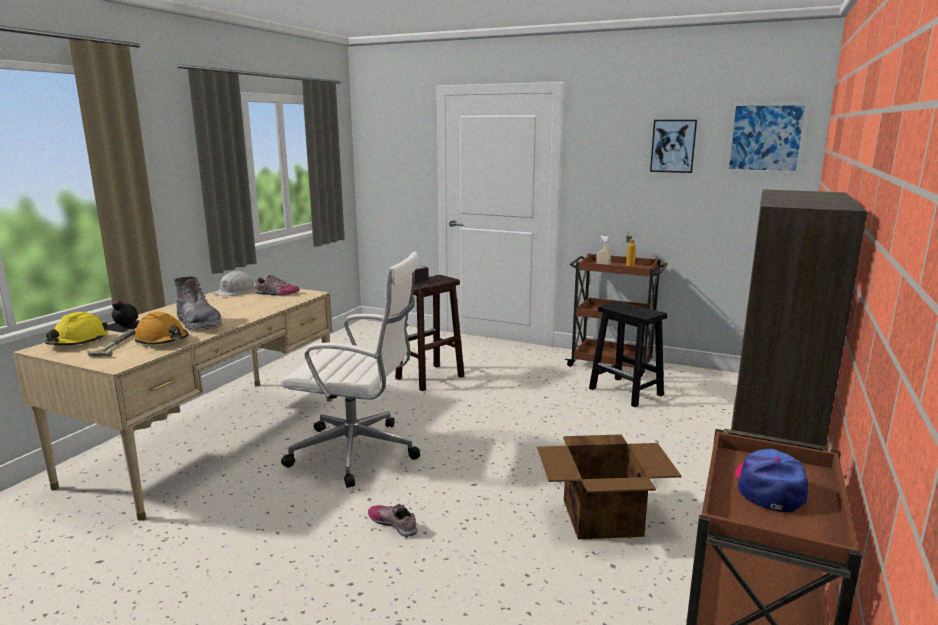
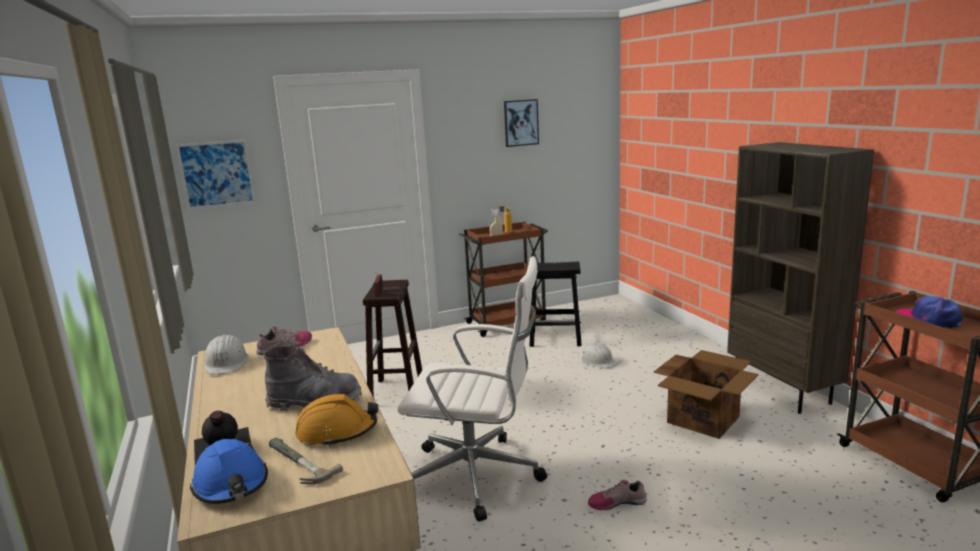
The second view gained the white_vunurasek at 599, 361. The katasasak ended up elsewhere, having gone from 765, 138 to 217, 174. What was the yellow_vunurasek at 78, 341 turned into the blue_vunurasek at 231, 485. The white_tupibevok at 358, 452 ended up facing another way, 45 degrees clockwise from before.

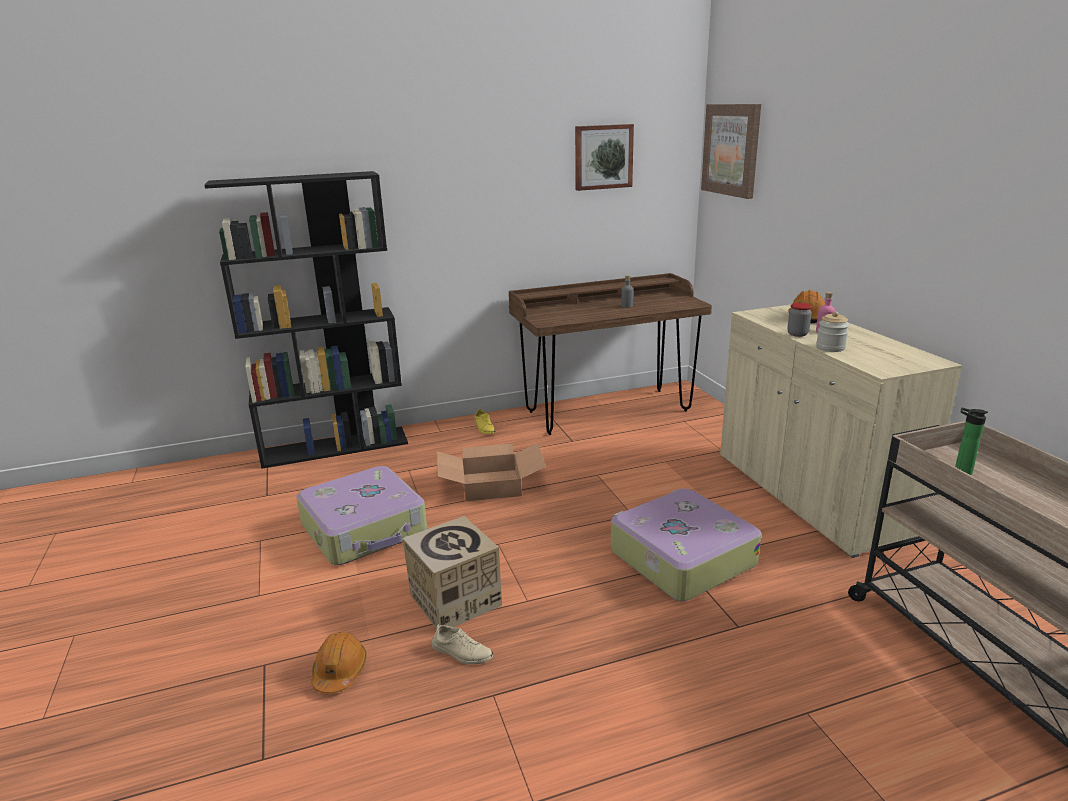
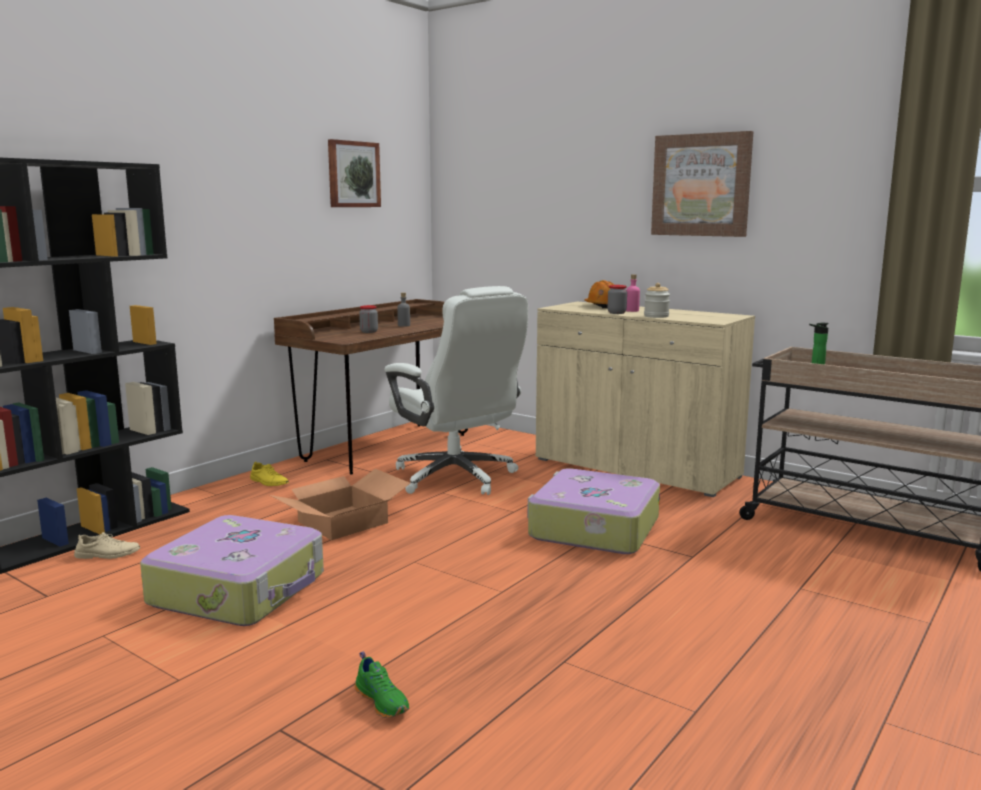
The second view lost the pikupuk at 455, 600. The second view gained the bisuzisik at 369, 332. The second view gained the white_tupibevok at 456, 478. The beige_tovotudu ended up elsewhere, having gone from 461, 652 to 107, 554. The katasasak ended up elsewhere, having gone from 731, 150 to 701, 185. Where the orange_vunurasek stood at 340, 671, the green_tovotudu came to stand at 383, 701.

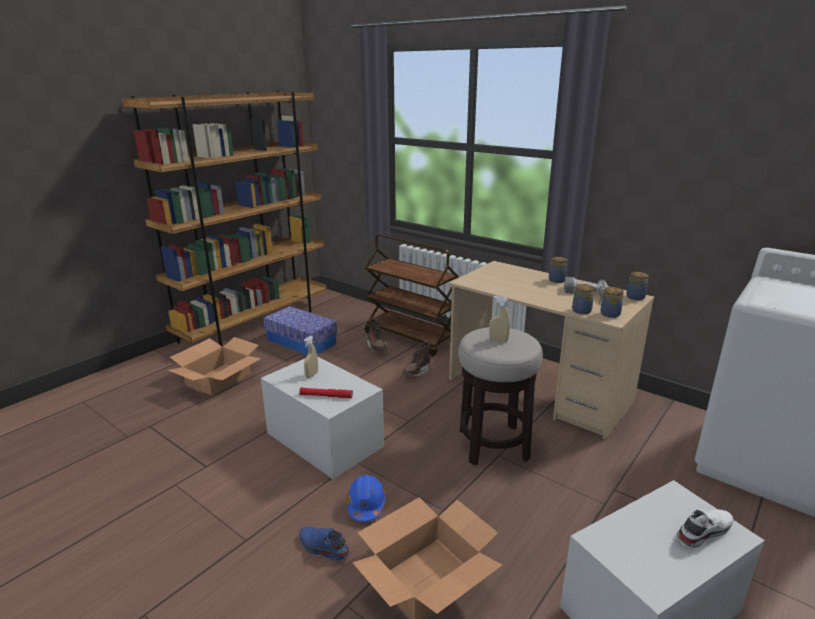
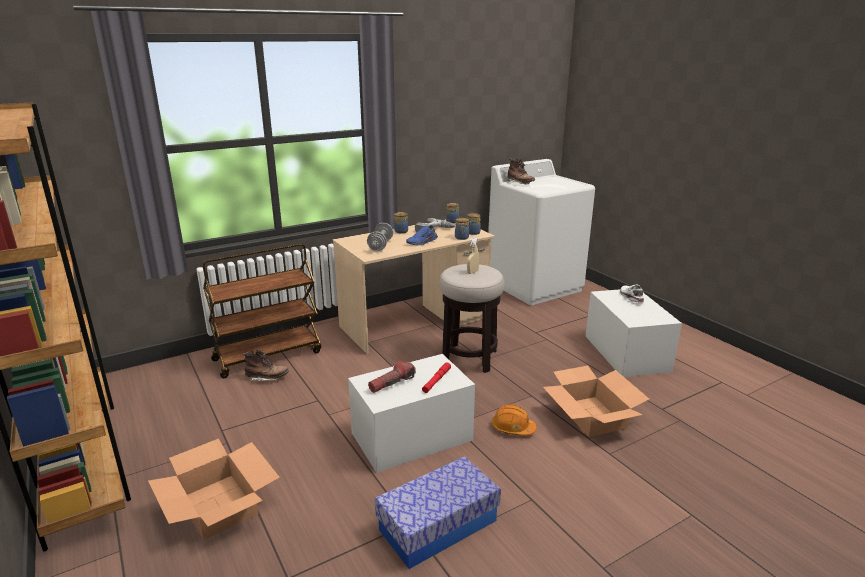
The second view gained the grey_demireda at 380, 245. The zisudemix ended up elsewhere, having gone from 301, 342 to 438, 525. The blue_tovotudu ended up elsewhere, having gone from 323, 548 to 422, 242. The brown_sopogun ended up elsewhere, having gone from 416, 372 to 520, 184. Where the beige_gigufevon stood at 312, 375, the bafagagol came to stand at 392, 383. What was the blue_vunurasek at 366, 505 turned into the orange_vunurasek at 512, 428.

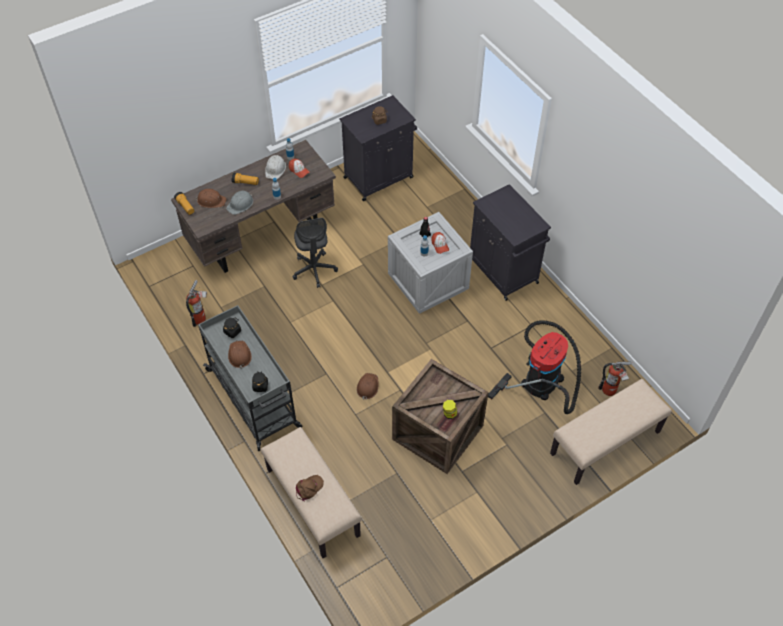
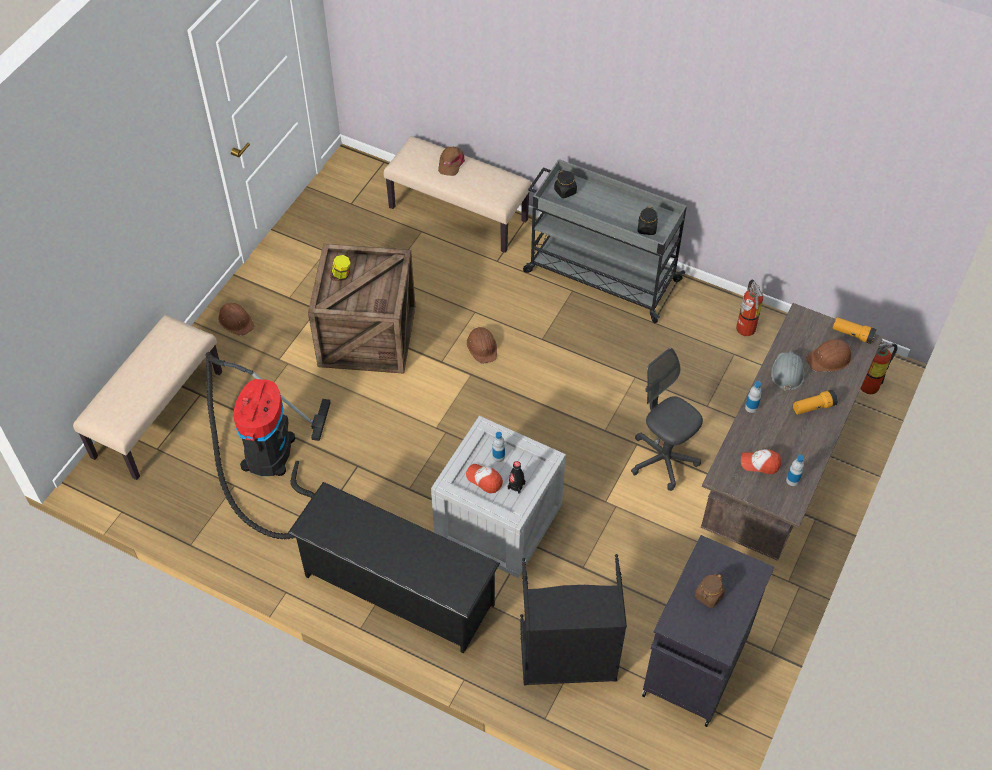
The second view lost the white_vunurasek at 275, 169. The second view gained the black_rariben at 568, 659. The brown_vunurasek ended up elsewhere, having gone from 239, 355 to 236, 321. The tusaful ended up elsewhere, having gone from 611, 391 to 865, 385. Where the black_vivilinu stood at 504, 272, the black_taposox came to stand at 398, 590.

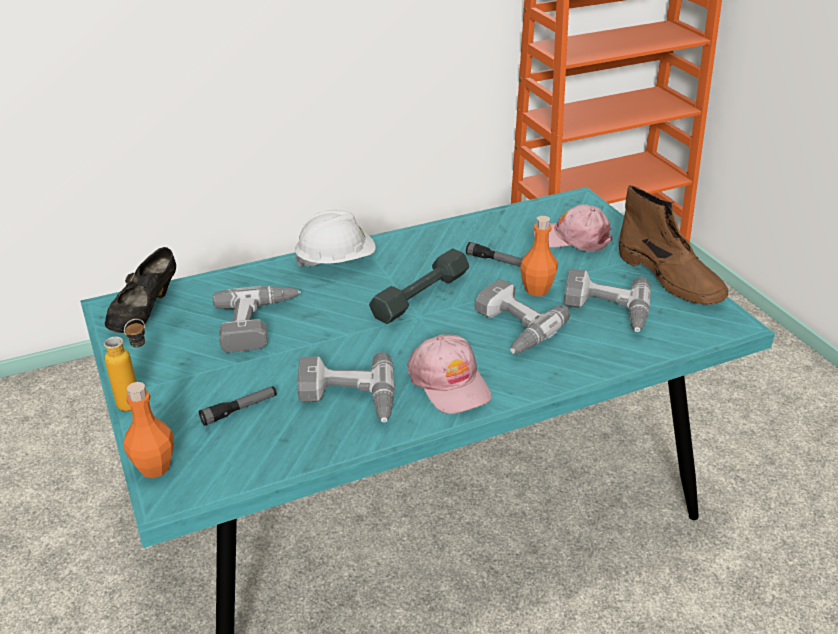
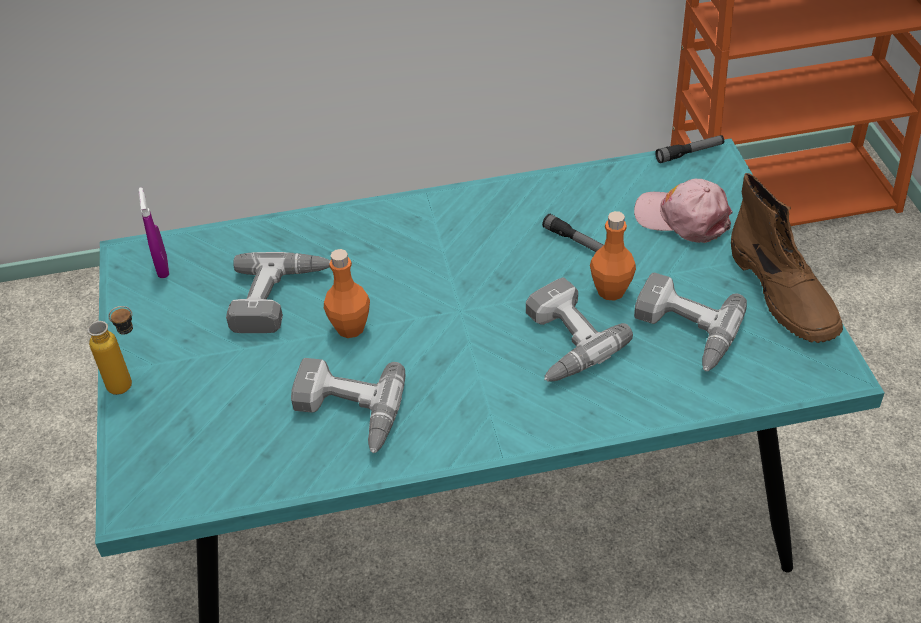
The second view lost the white_vunurasek at 336, 261. The second view lost the grey_demireda at 420, 295. The second view lost the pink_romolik at 449, 382. The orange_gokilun ended up elsewhere, having gone from 155, 467 to 350, 328. The bafagagol ended up elsewhere, having gone from 239, 410 to 689, 153. Where the black_tovotudu stood at 145, 313, the purple_gigufevon came to stand at 163, 267.

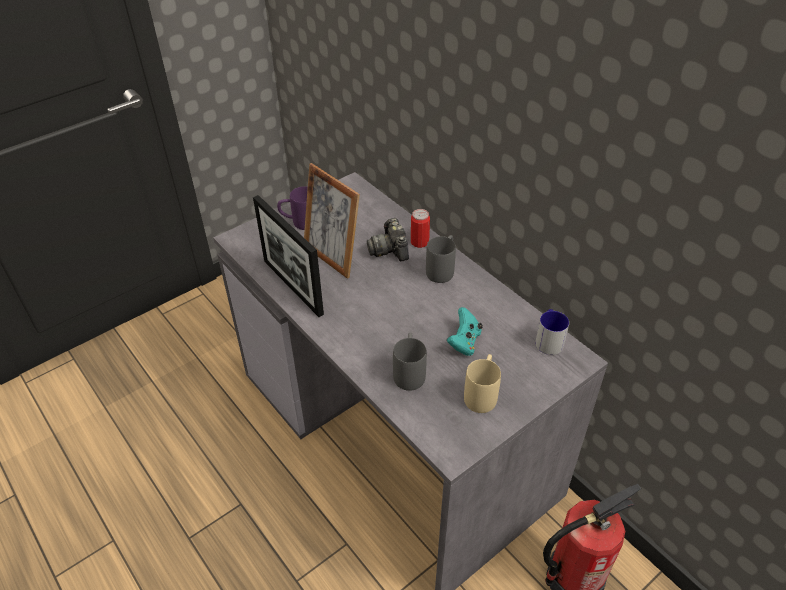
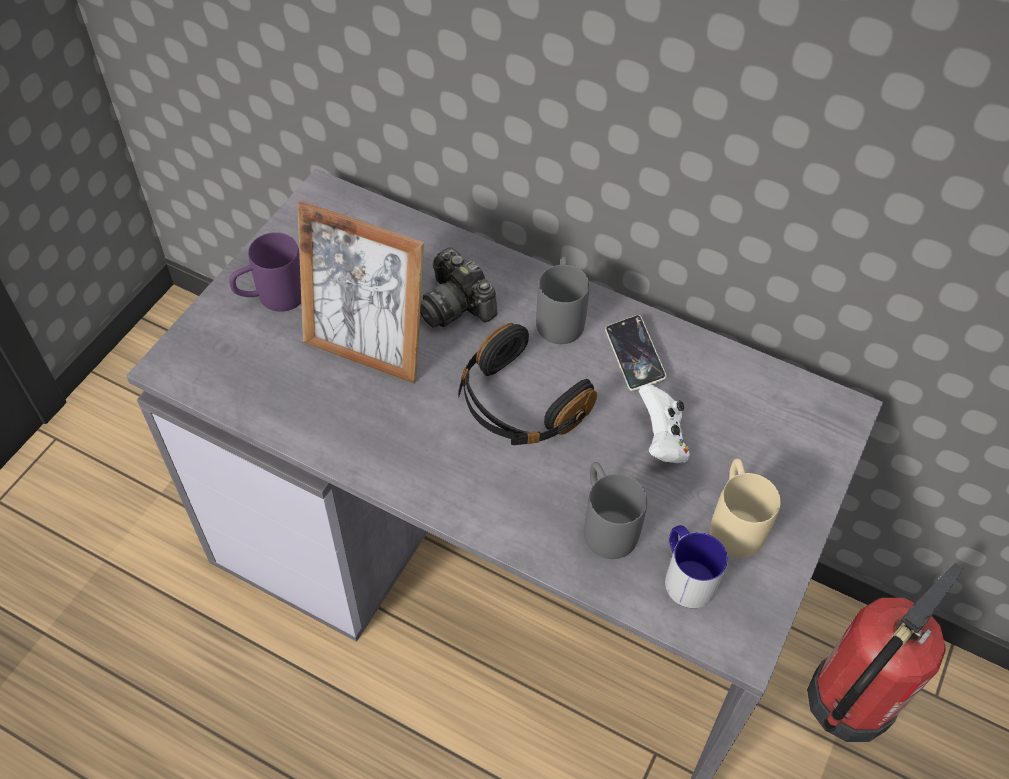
The second view lost the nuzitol at 293, 287. The second view lost the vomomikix at 419, 242. The second view gained the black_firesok at 519, 404. The second view gained the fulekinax at 634, 356. The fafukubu ended up elsewhere, having gone from 548, 340 to 685, 575. What was the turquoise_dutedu at 464, 342 turned into the white_dutedu at 662, 439.

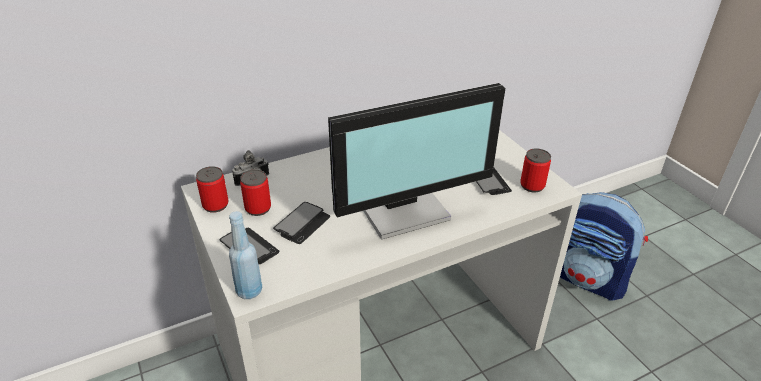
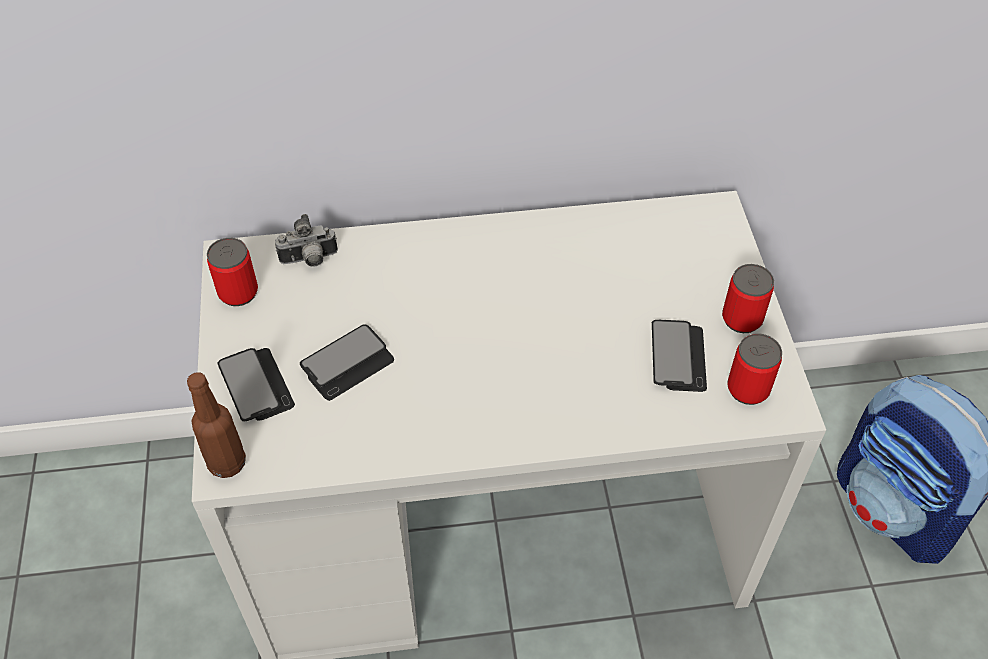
The second view lost the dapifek at 404, 209. The vomomikix ended up elsewhere, having gone from 258, 208 to 742, 319. What was the blue_gokilun at 249, 291 turned into the brown_gokilun at 227, 463.

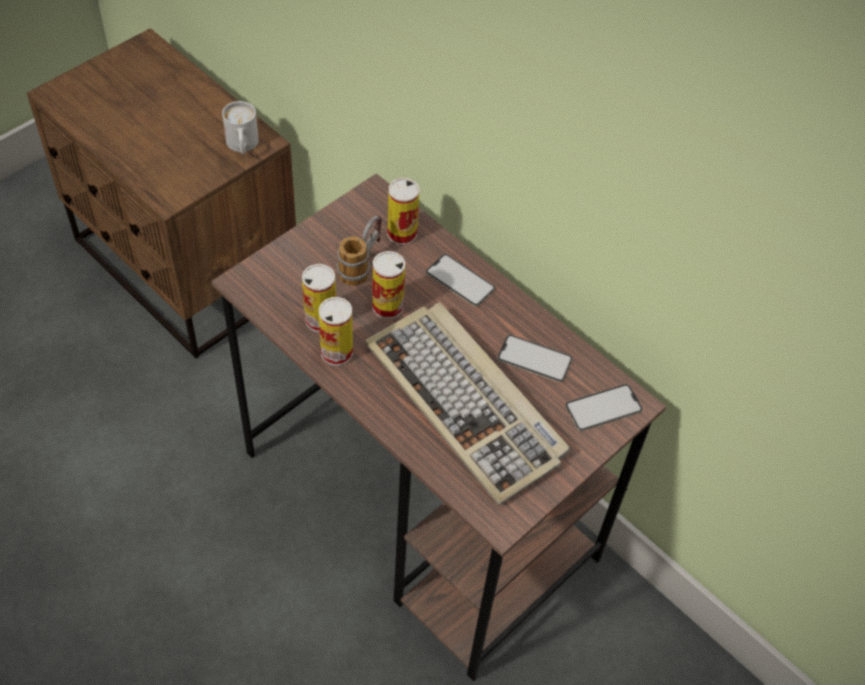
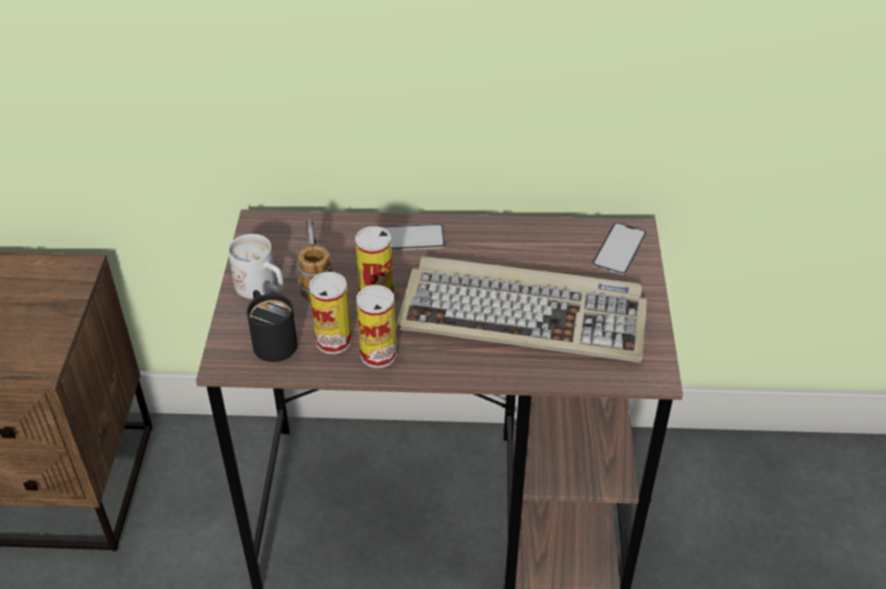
The second view lost the vomomikix at 402, 233. The second view lost the fulekinax at 534, 359. The second view gained the black_fafukubu at 271, 339. The white_fafukubu ended up elsewhere, having gone from 242, 146 to 262, 289.

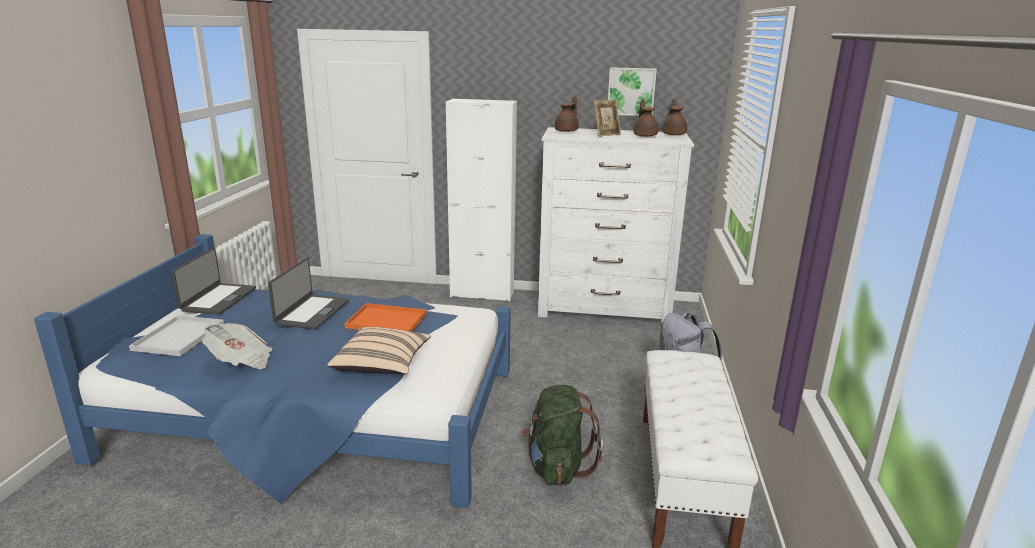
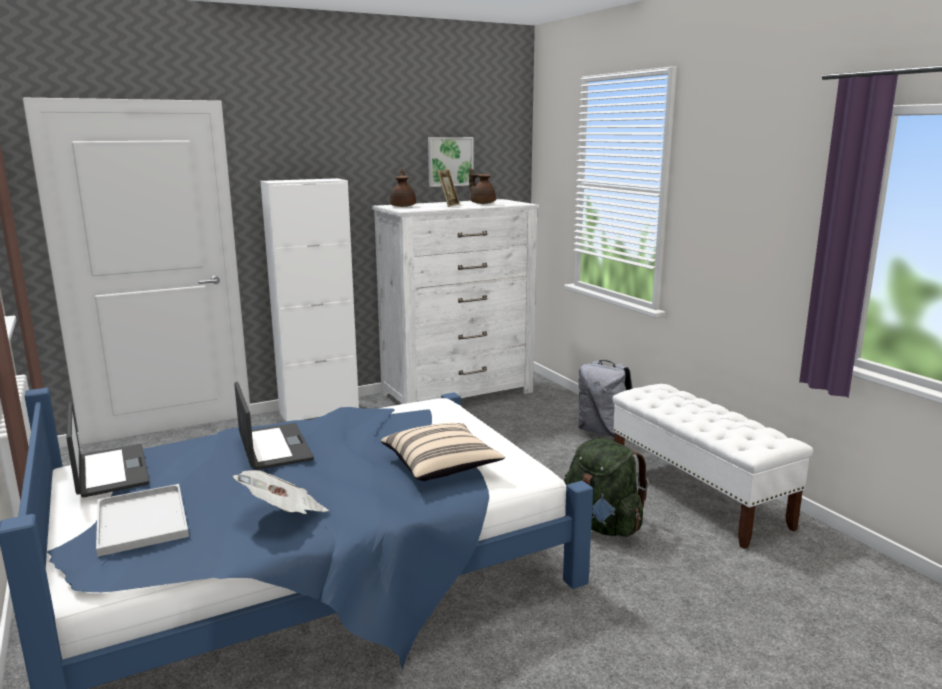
The second view lost the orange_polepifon at 388, 320. The second view lost the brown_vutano at 674, 134.

